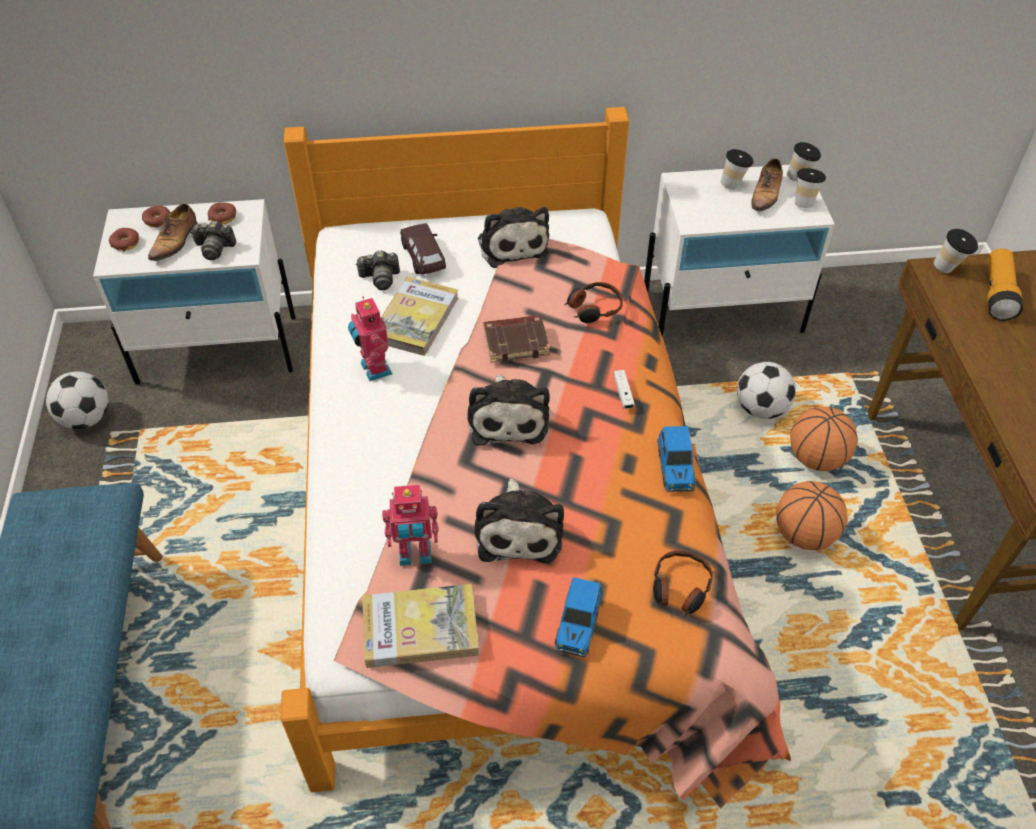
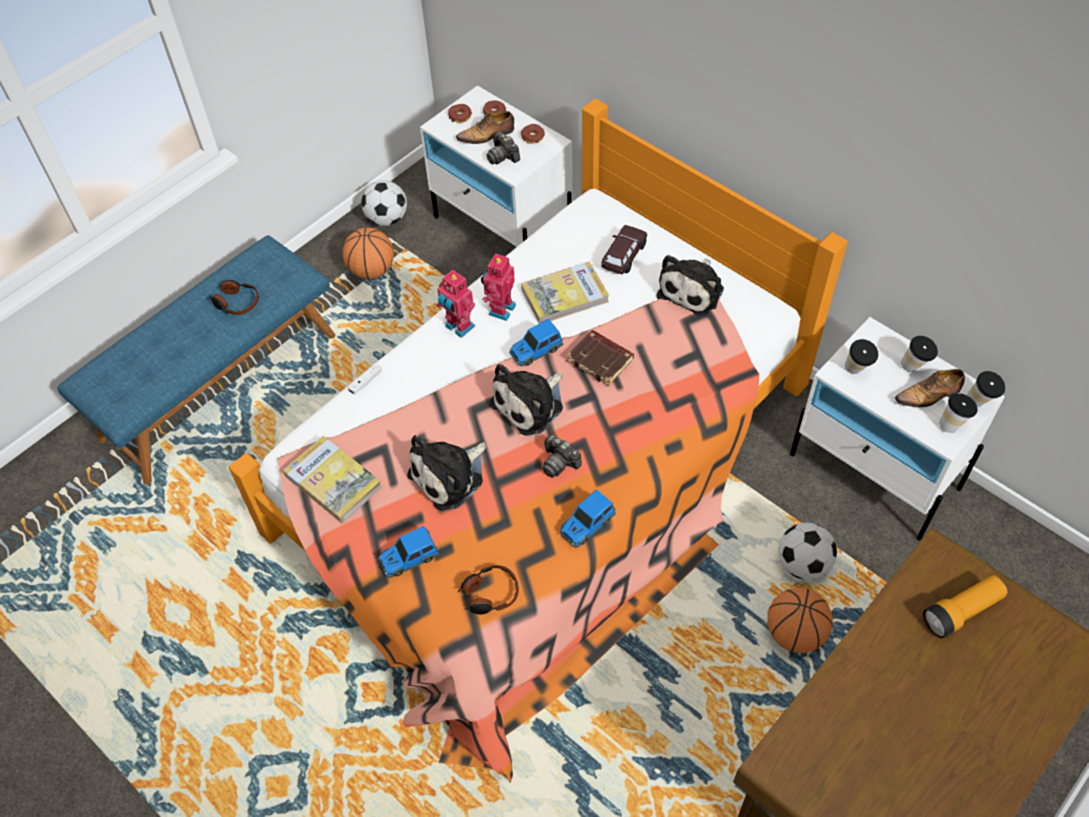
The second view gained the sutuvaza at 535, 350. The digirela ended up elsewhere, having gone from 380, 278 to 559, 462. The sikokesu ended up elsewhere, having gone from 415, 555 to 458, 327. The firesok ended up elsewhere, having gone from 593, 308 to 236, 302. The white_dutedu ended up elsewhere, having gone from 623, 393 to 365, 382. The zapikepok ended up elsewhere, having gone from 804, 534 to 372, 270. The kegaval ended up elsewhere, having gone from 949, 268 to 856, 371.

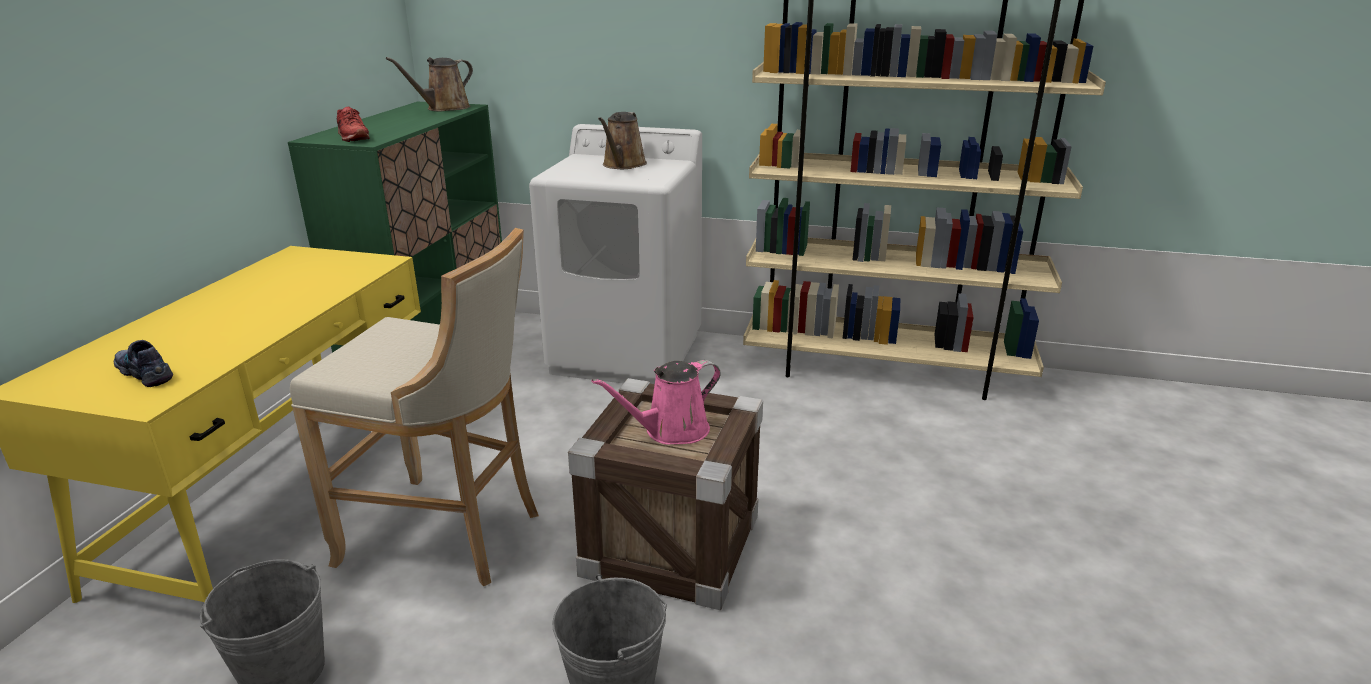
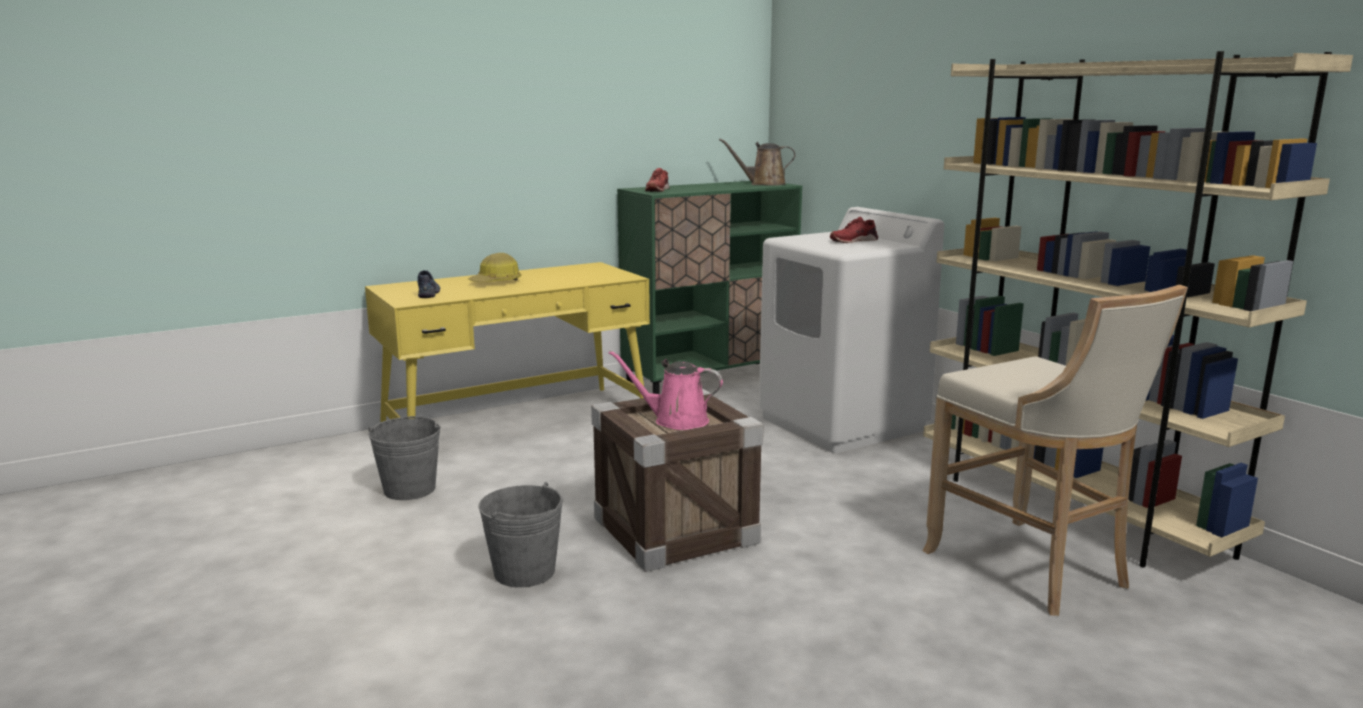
The second view gained the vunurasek at 496, 282. The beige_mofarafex ended up elsewhere, having gone from 449, 535 to 1033, 569. Where the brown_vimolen stood at 623, 165, the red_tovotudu came to stand at 853, 241.

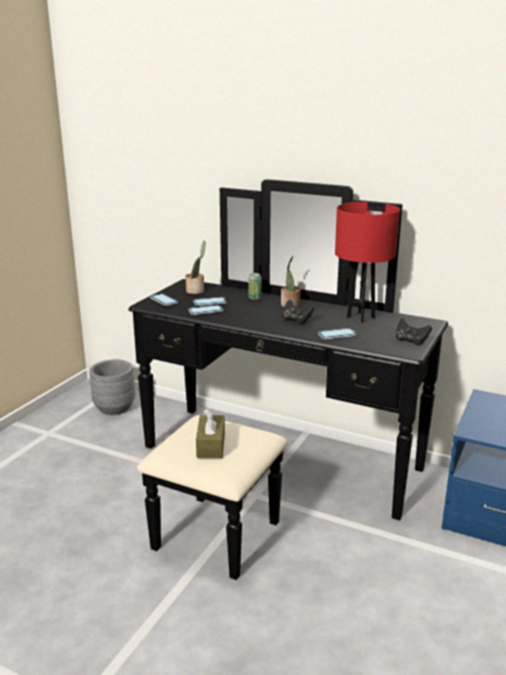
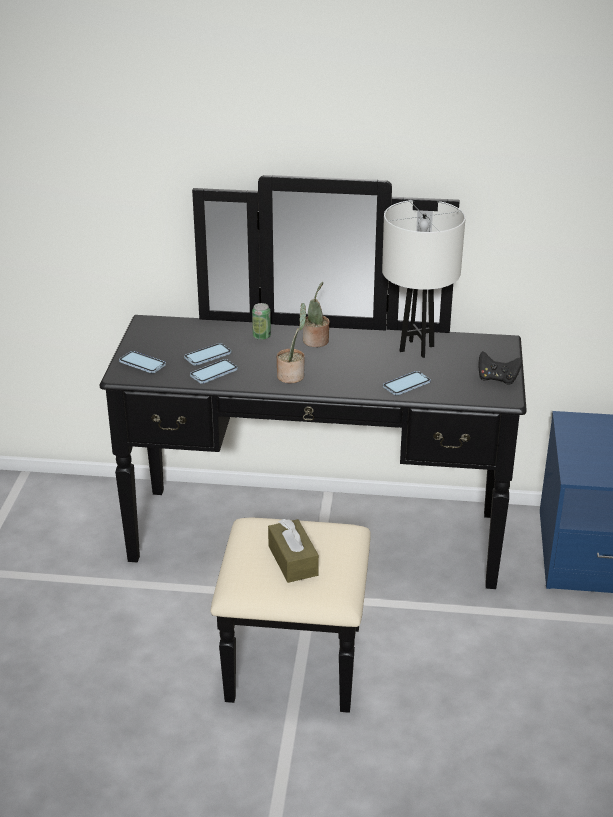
The second view lost the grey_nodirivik at 114, 408. The second view lost the black_dutedu at 296, 320. The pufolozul ended up elsewhere, having gone from 196, 291 to 292, 375. What was the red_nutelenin at 360, 317 turned into the white_nutelenin at 416, 349.

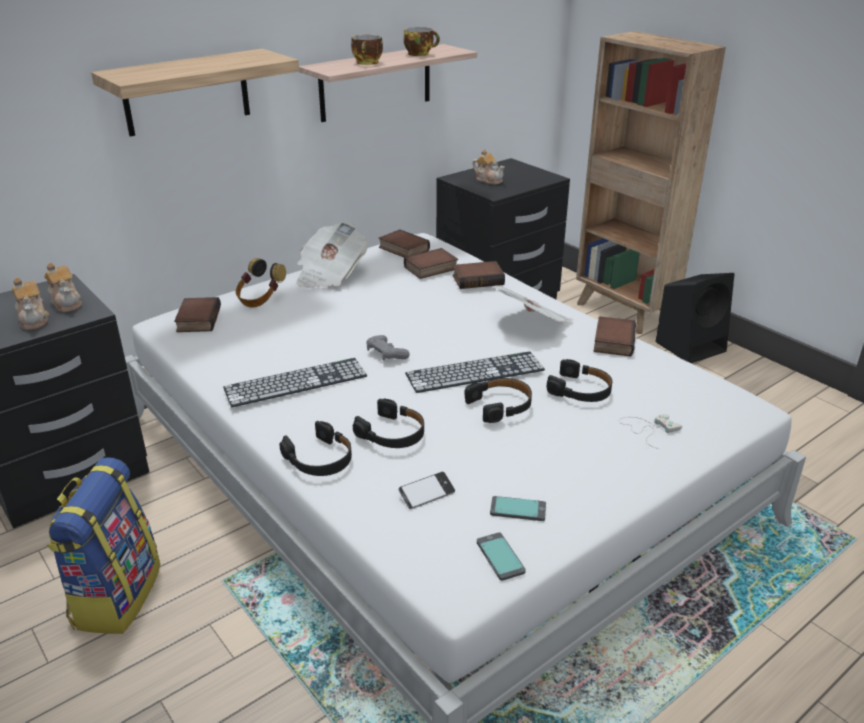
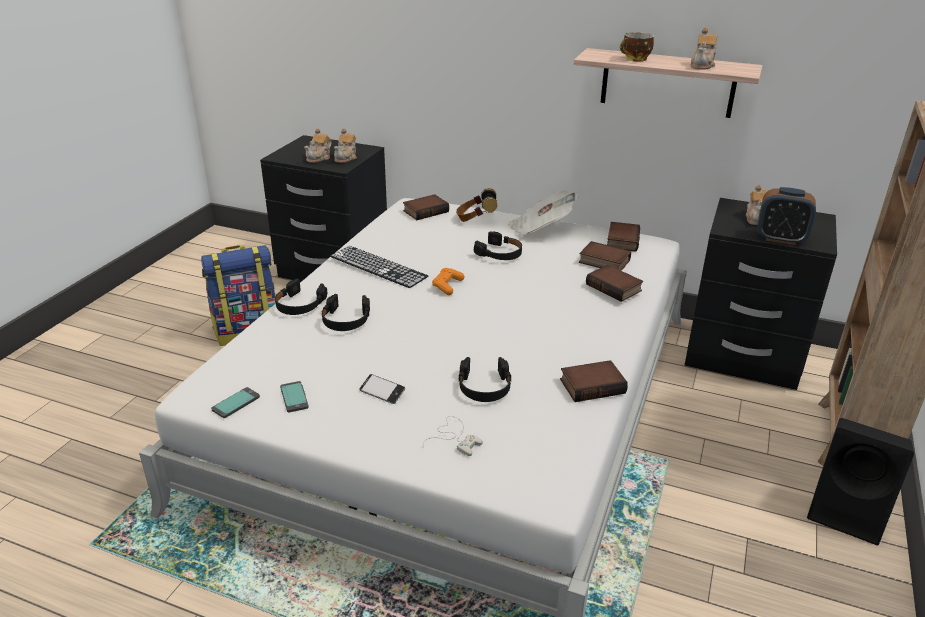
The second view lost the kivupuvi at 186, 92. The second view lost the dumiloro at 475, 372. The second view lost the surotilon at 532, 324. The second view gained the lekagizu at 780, 239. The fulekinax ended up elsewhere, having gone from 426, 494 to 382, 392. The black_firesok ended up elsewhere, having gone from 500, 405 to 500, 253. Where the kegaval stood at 420, 54, the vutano came to stand at 702, 65. What was the grey_dutedu at 386, 354 turned into the orange_dutedu at 447, 286.

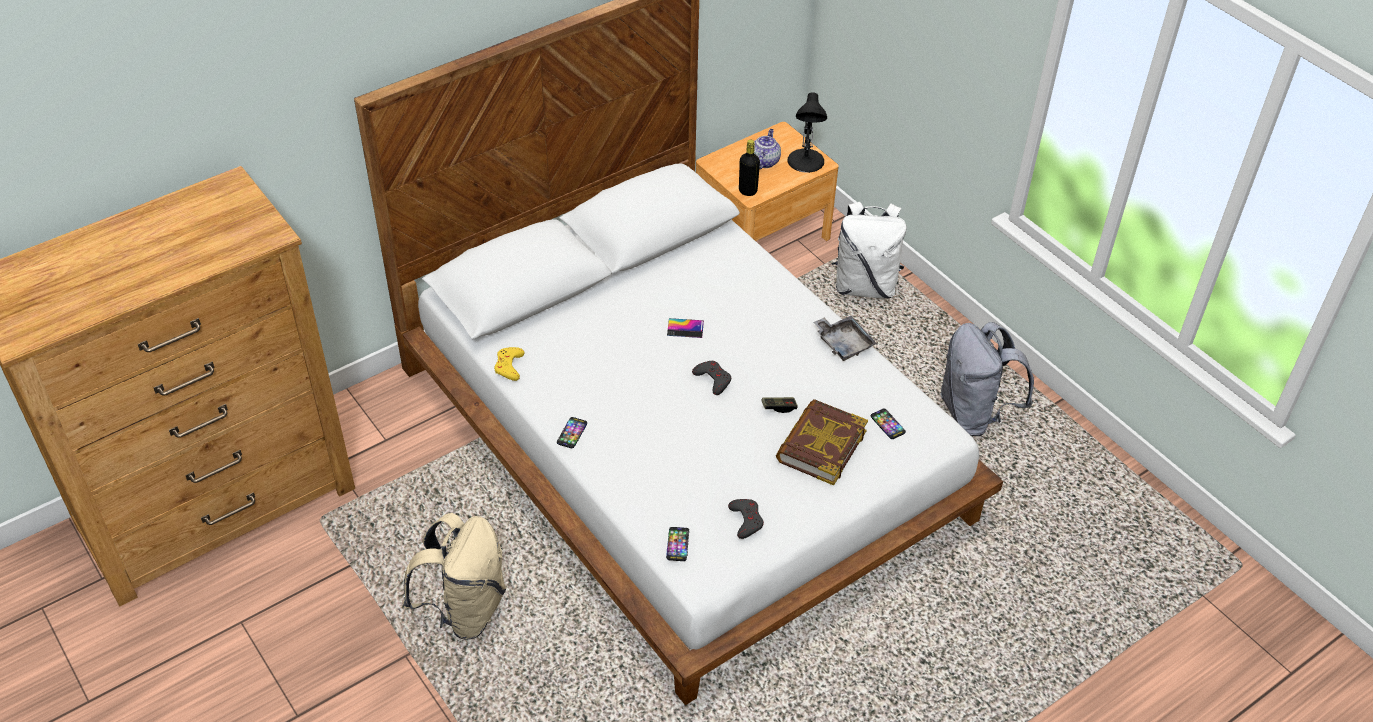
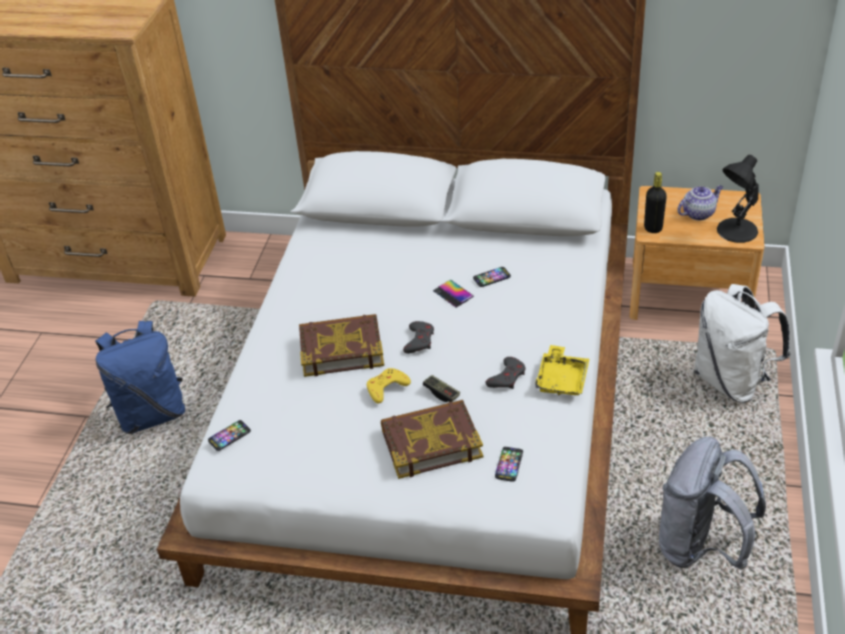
The second view gained the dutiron at 341, 349. The yellow_dutedu ended up elsewhere, having gone from 509, 366 to 386, 388. The fulekinax ended up elsewhere, having gone from 572, 433 to 491, 277. The grey_dutedu ended up elsewhere, having gone from 746, 520 to 507, 377. What was the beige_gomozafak at 465, 610 turned into the blue_gomozafak at 151, 414. What was the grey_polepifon at 843, 343 turned into the yellow_polepifon at 562, 379.

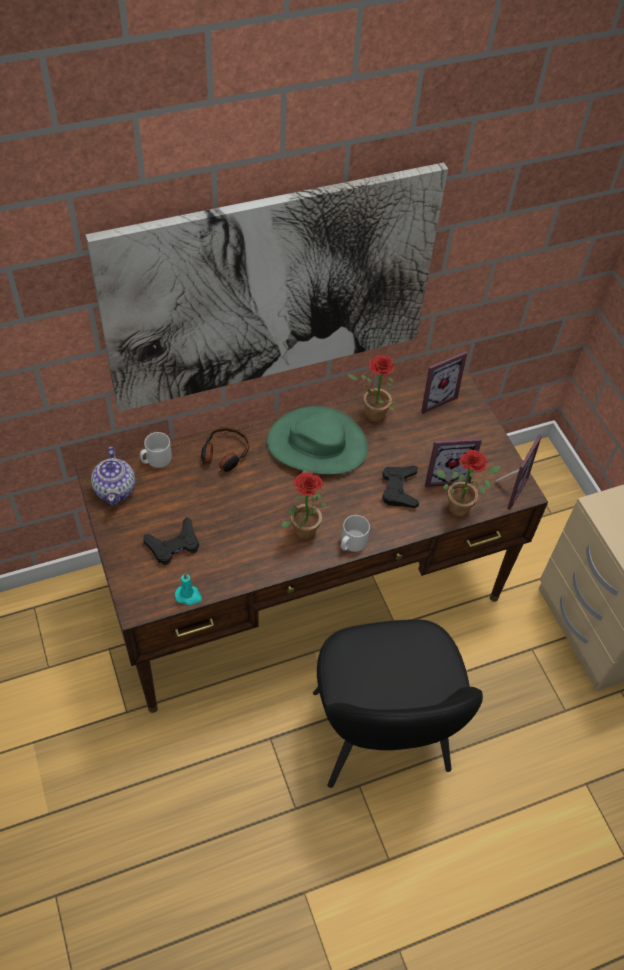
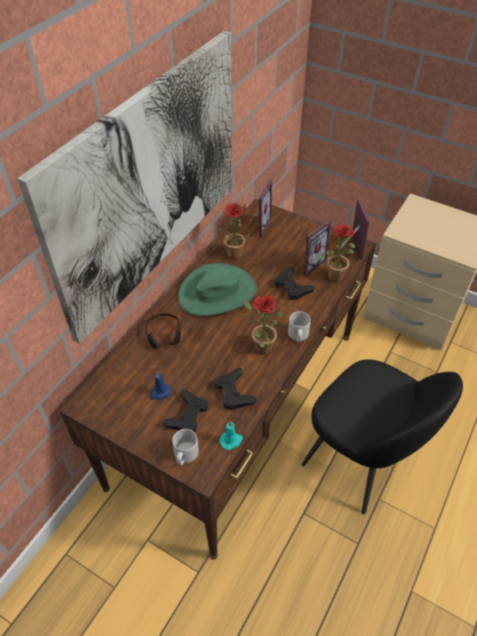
The second view lost the vutano at 115, 489. The second view gained the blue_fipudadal at 160, 392. The second view gained the black_dutedu at 233, 392. The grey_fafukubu ended up elsewhere, having gone from 156, 460 to 185, 455.

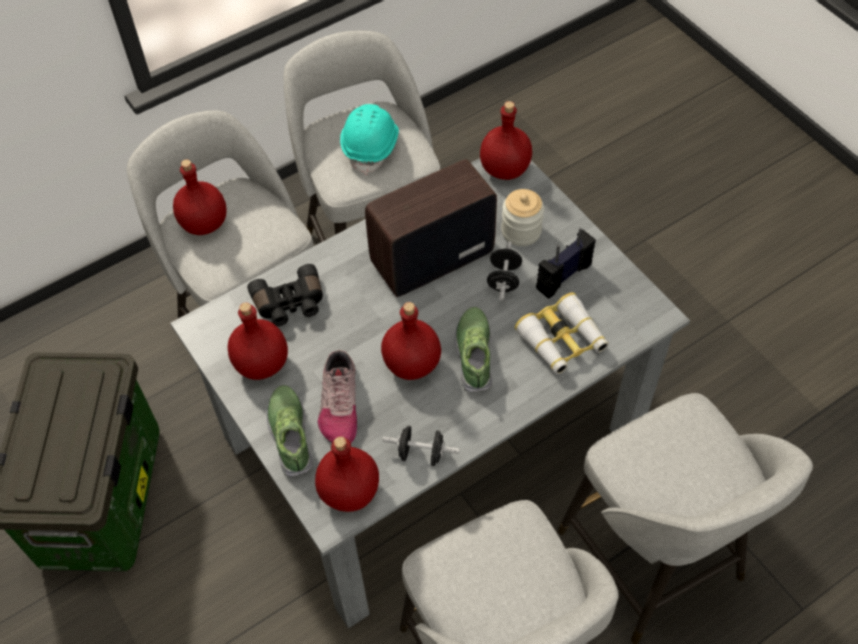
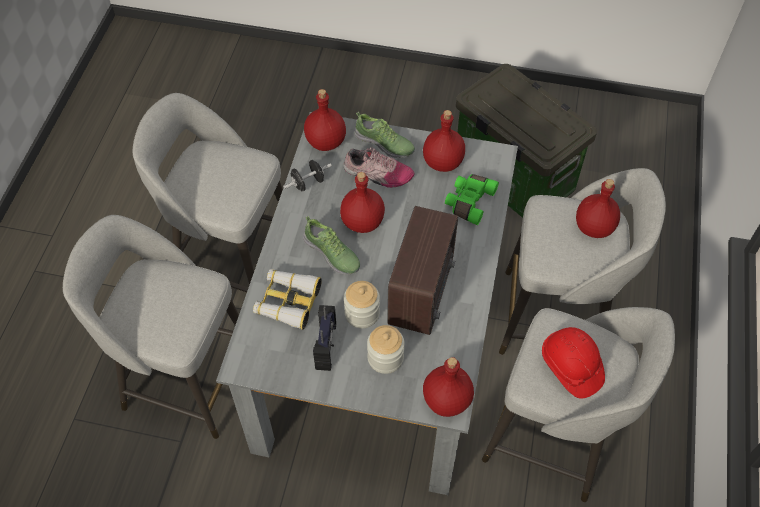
Where the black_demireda stood at 503, 279, the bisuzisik came to stand at 362, 314. What was the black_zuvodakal at 290, 304 turned into the green_zuvodakal at 468, 202. What was the turquoise_vunurasek at 371, 146 turned into the red_vunurasek at 571, 367. The tovotudu at 339, 404 ended up facing another way, 150 degrees clockwise from before.

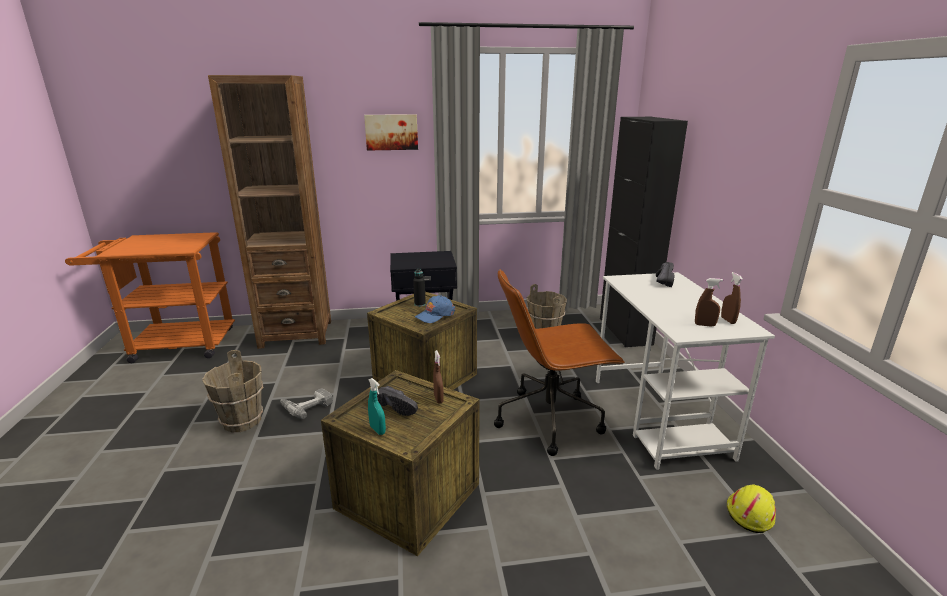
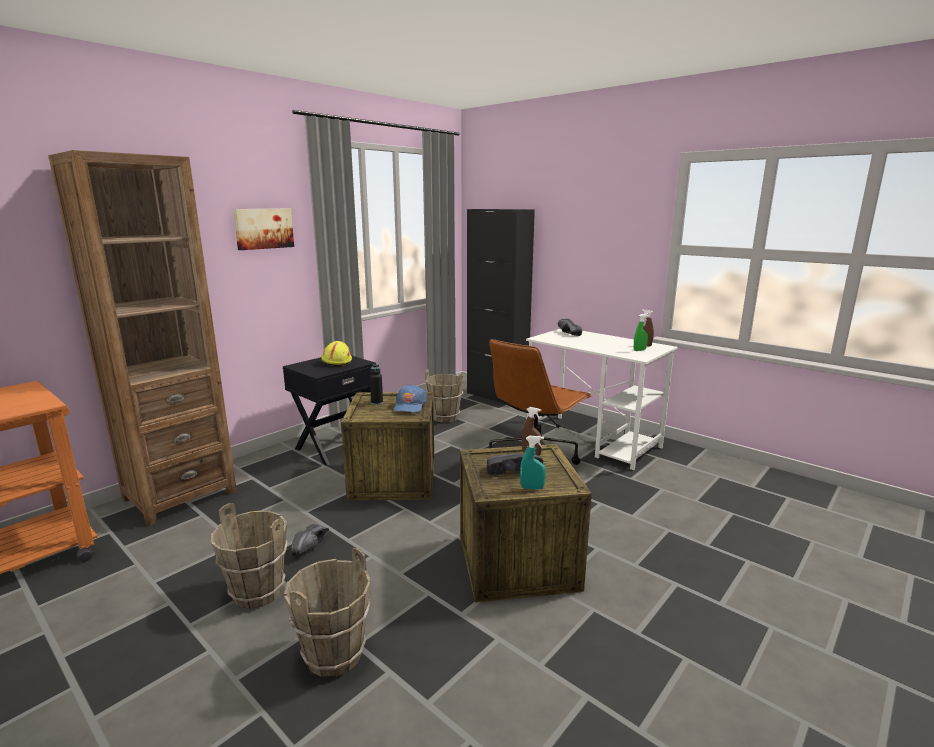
The second view gained the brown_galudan at 333, 654. The yellow_vunurasek ended up elsewhere, having gone from 749, 513 to 337, 361. Where the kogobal stood at 306, 405, the black_tovotudu came to stand at 311, 547. What was the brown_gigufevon at 705, 325 turned into the green_gigufevon at 639, 350.

